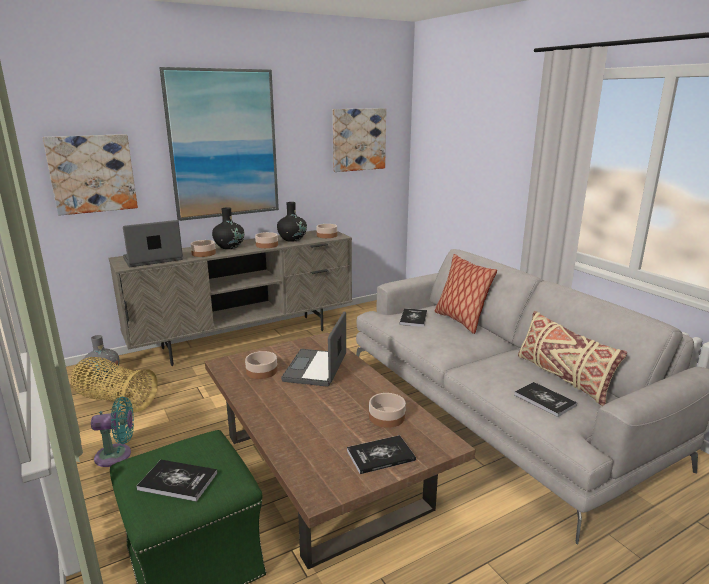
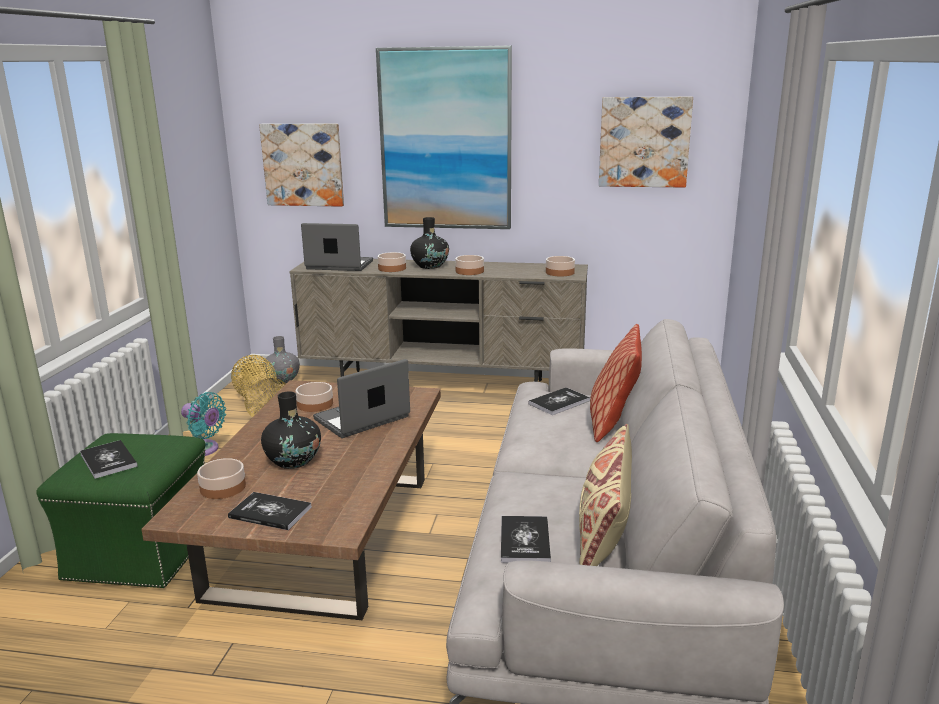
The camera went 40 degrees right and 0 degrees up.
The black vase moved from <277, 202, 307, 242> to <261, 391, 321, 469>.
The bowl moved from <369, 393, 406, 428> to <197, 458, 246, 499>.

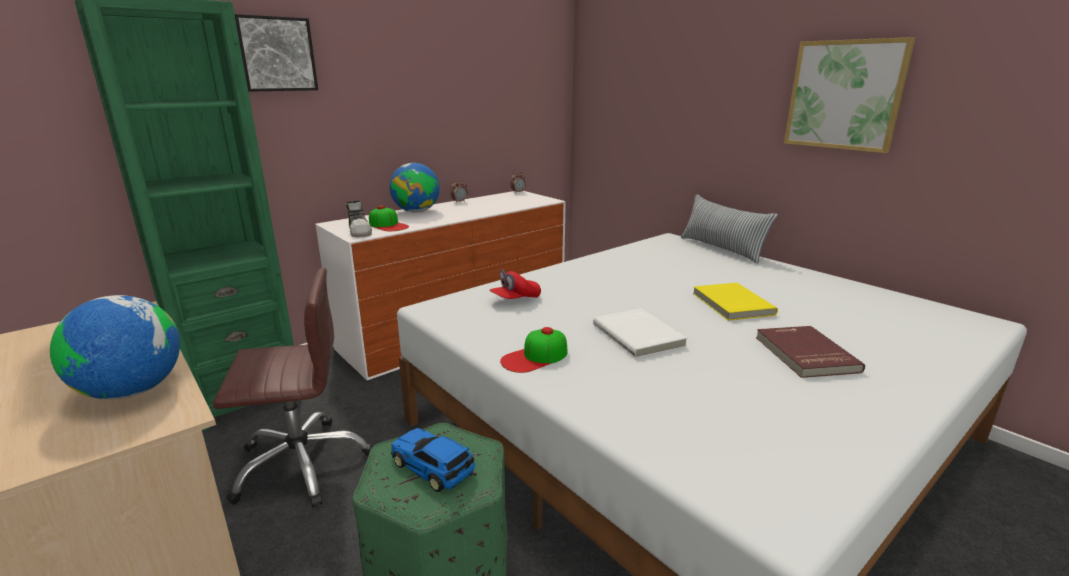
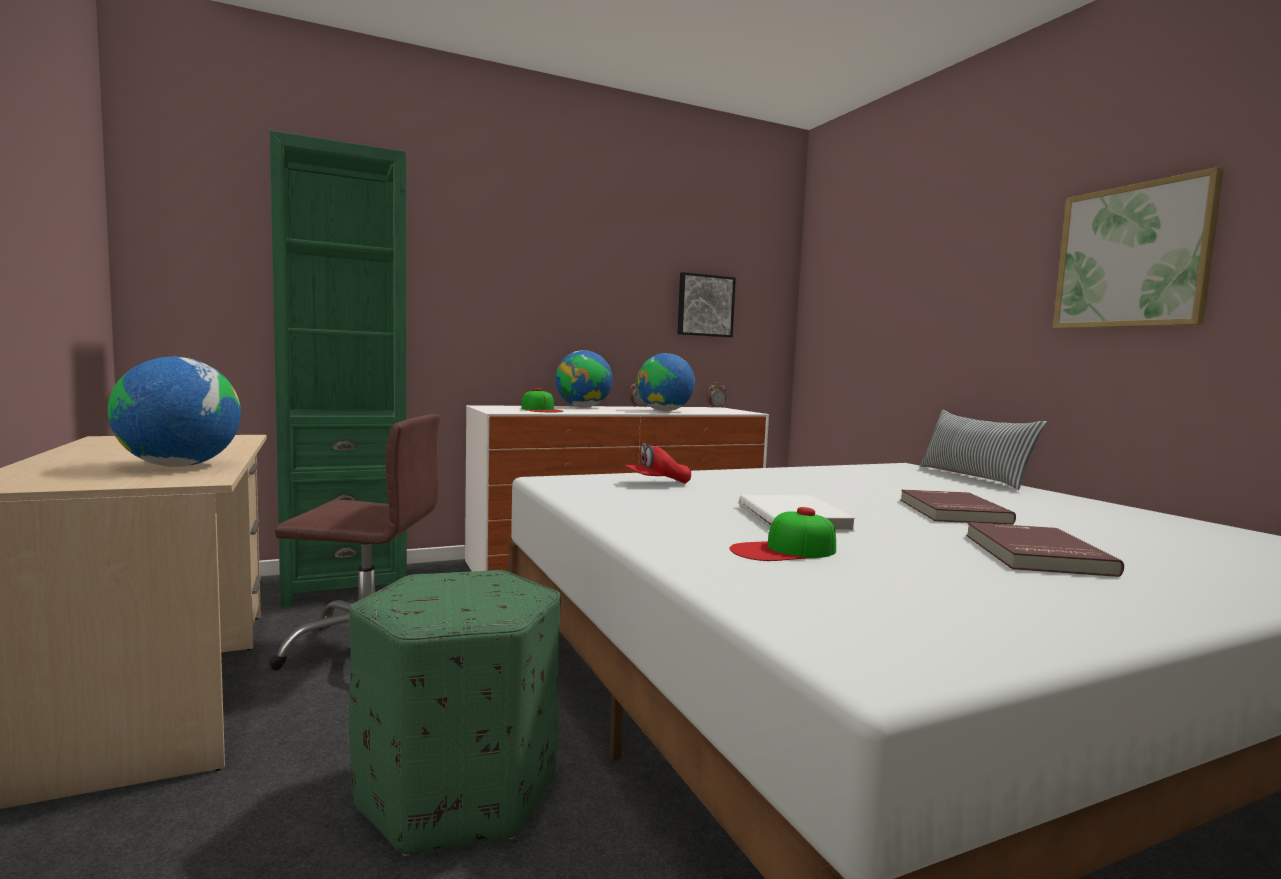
The camera went 15 degrees right and 15 degrees down.
The picture moved from <234, 14, 318, 92> to <677, 272, 736, 337>.
The shoe at <346, 201, 372, 237> disappeared.
The yellow volume at <693, 283, 778, 321> became the red-coloured volume at <900, 489, 1016, 525>.
The peaked cap moved from <500, 327, 568, 373> to <729, 507, 836, 561>.
The toy car at <391, 428, 476, 492> disappeared.
The world globe at <637, 353, 695, 411> appeared.

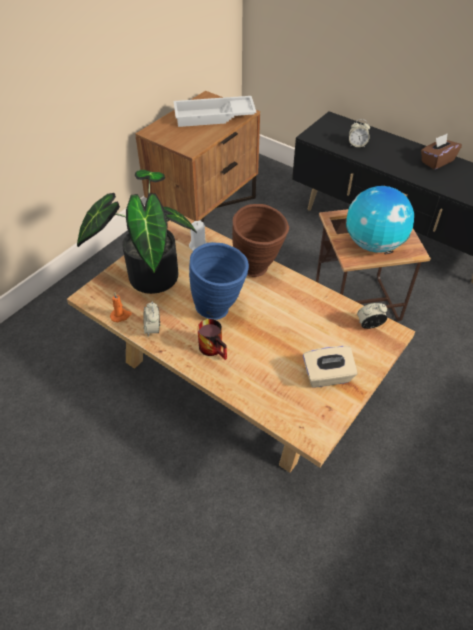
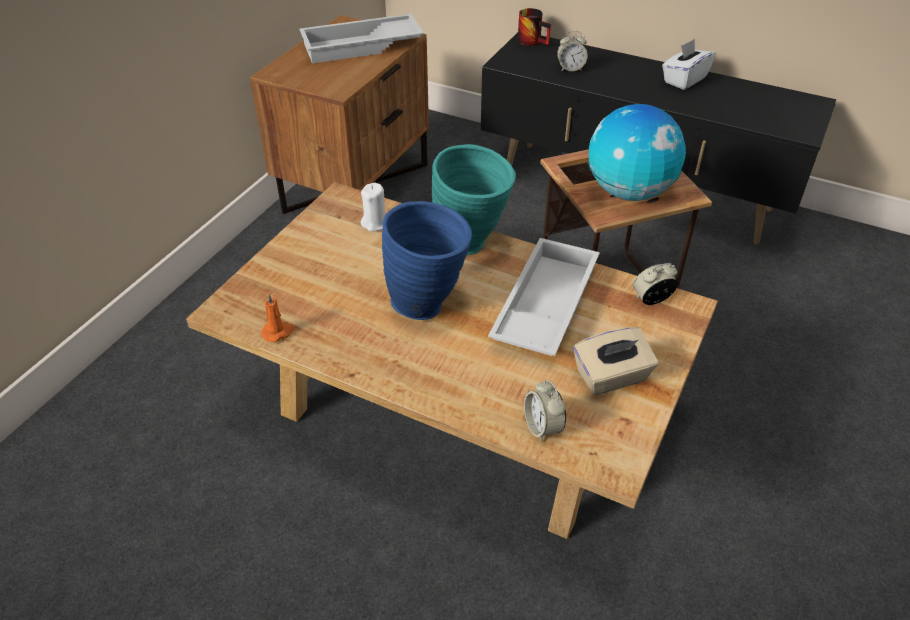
The camera went 10 degrees left and 5 degrees down.
The brownish tissue box at <421, 134, 462, 170> became the white-coloured tissue box at <662, 39, 716, 90>.
The plant in a pot at <77, 170, 197, 294> disappeared.
The brownish vase at <232, 204, 289, 277> became the turquoise vase at <432, 144, 516, 255>.
The alarm clock moved from <144, 302, 160, 337> to <524, 380, 566, 442>.
The coffee mug moved from <197, 319, 227, 360> to <518, 8, 551, 46>.
The white-coloured tray at <488, 238, 600, 356> appeared.

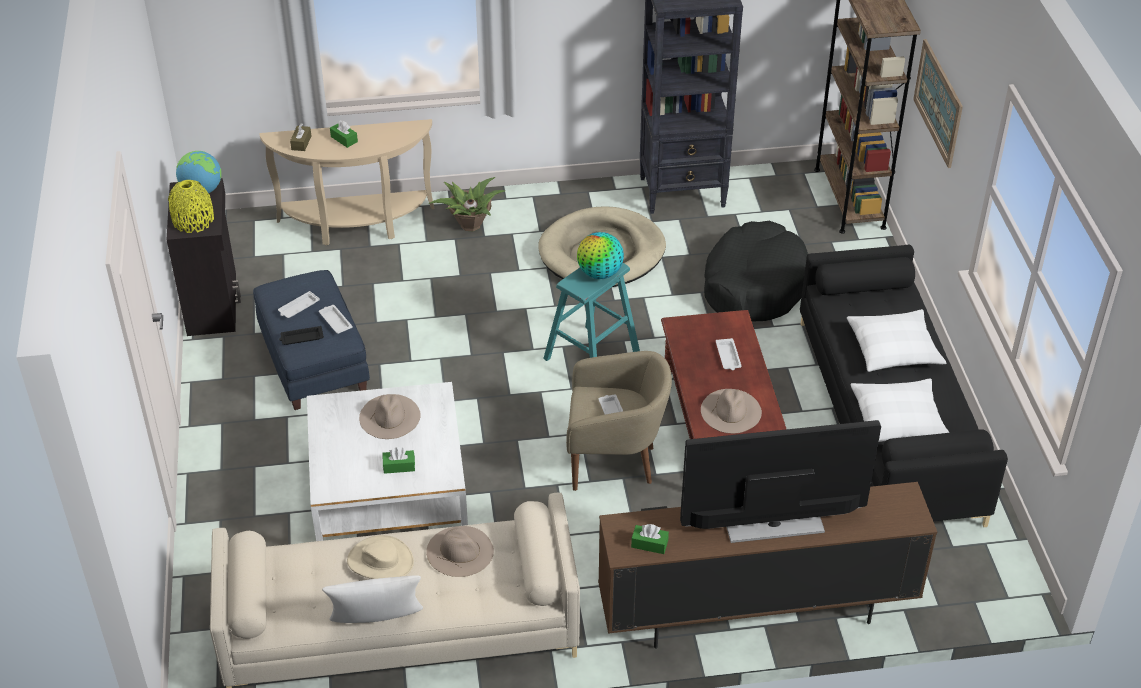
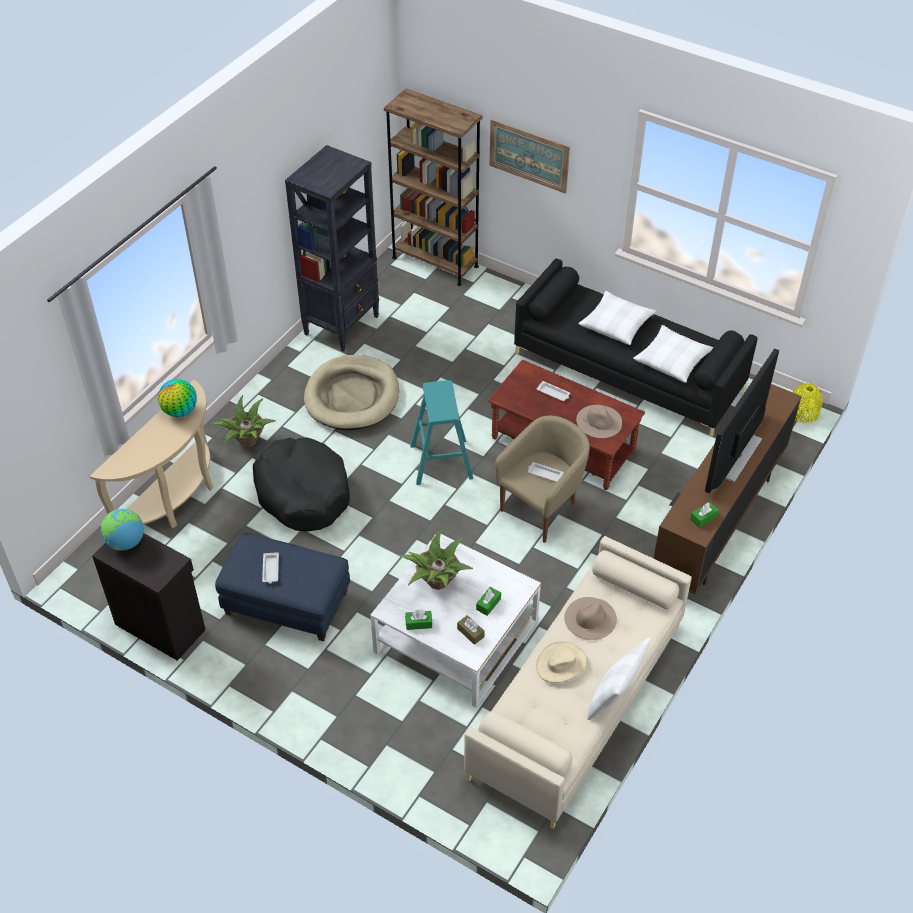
The camera went 50 degrees left and 5 degrees up.
The green tissue box moved from <330, 120, 358, 148> to <405, 609, 432, 630>.
The brownish tissue box moved from <290, 124, 311, 151> to <457, 615, 485, 645>.
The yellow vase moved from <168, 180, 214, 233> to <793, 383, 823, 423>.
The black pet bed moved from <704, 221, 808, 322> to <253, 437, 350, 531>.
The world globe moved from <577, 232, 624, 279> to <158, 379, 197, 417>.
The white-coloured tray at <319, 305, 353, 334> disappeared.
The black tray at <279, 326, 324, 345> disappeared.
The beige-coloured hat at <359, 394, 421, 439> was replaced by the plant in a pot at <399, 528, 473, 590>.

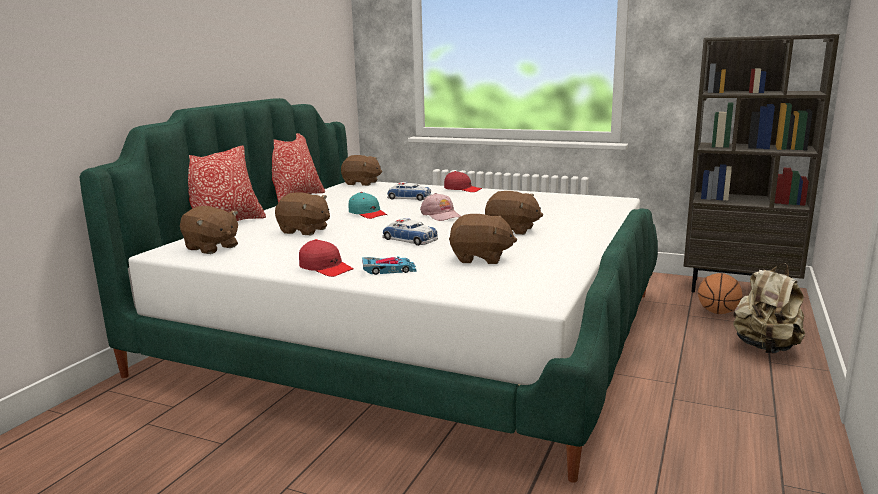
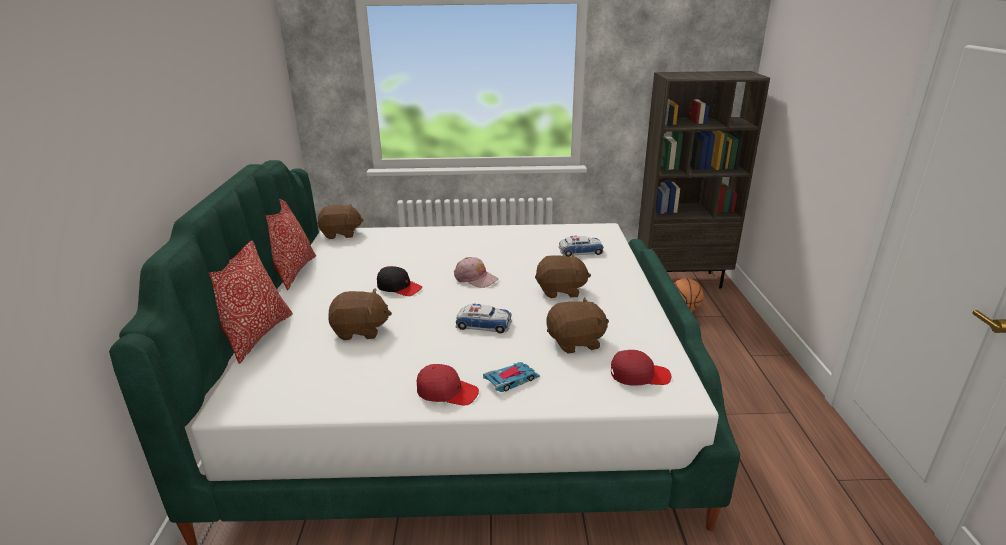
The camera went 25 degrees left and 10 degrees up.
The red-coloured peaked cap moved from <444, 171, 482, 192> to <611, 350, 671, 386>.
The toy car moved from <387, 182, 431, 201> to <559, 235, 604, 257>.
The turquoise peaked cap at <349, 192, 387, 219> became the black peaked cap at <377, 266, 422, 296>.
The brownish plush toy at <180, 206, 238, 254> disappeared.
The beige-coloured rucksack at <733, 263, 805, 353> disappeared.

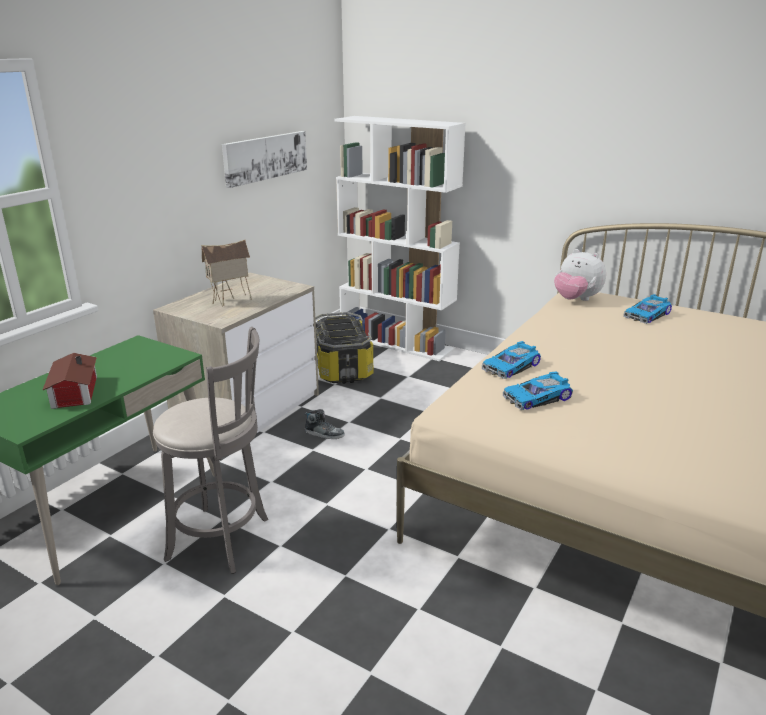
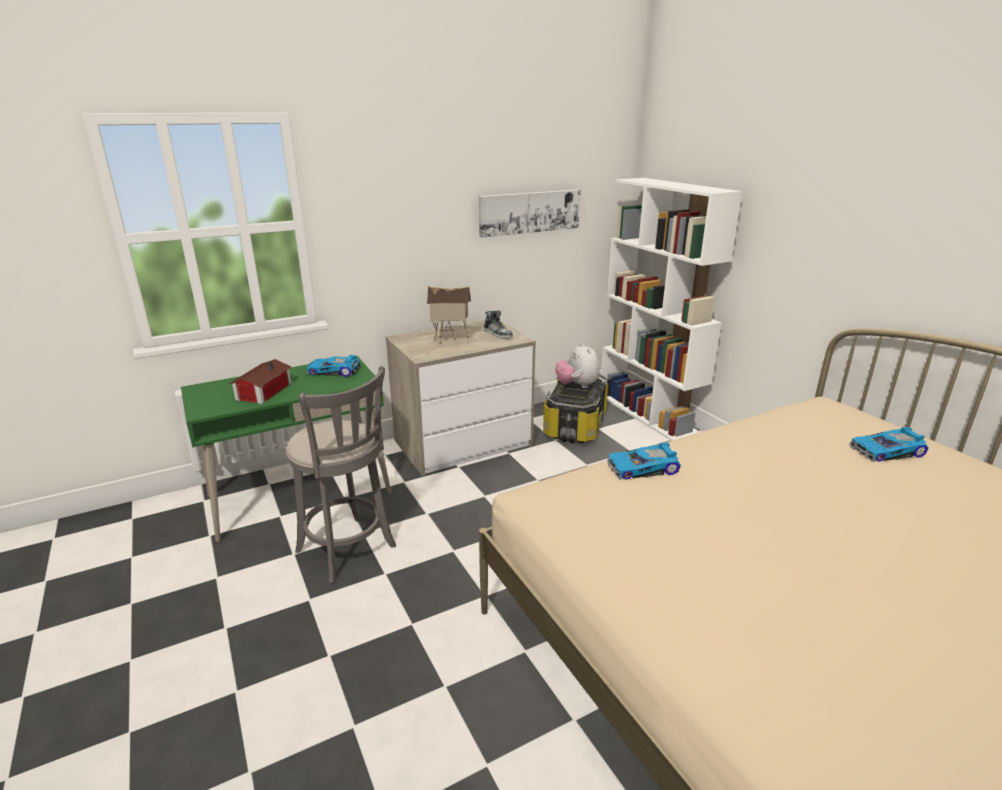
The camera went 30 degrees right and 0 degrees up.
The plush toy moved from <554, 249, 606, 301> to <555, 343, 600, 388>.
The toy car moved from <503, 371, 573, 410> to <307, 355, 360, 377>.
The shoe moved from <304, 409, 344, 439> to <484, 311, 513, 339>.

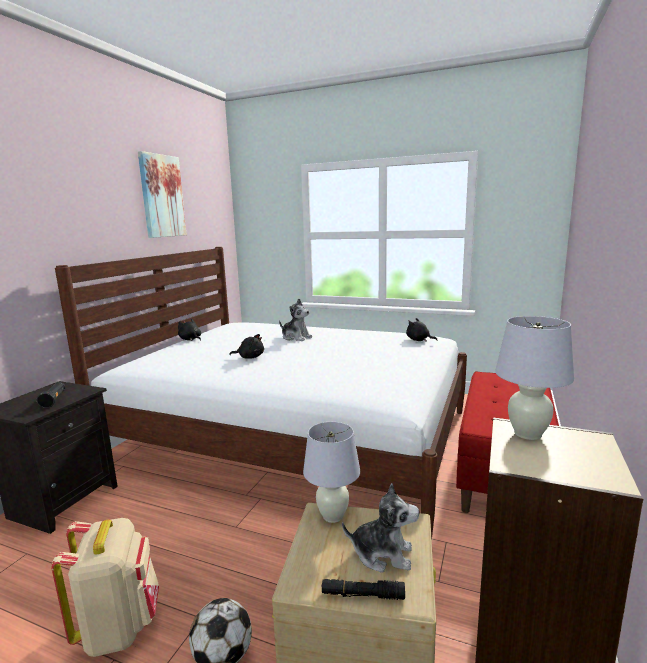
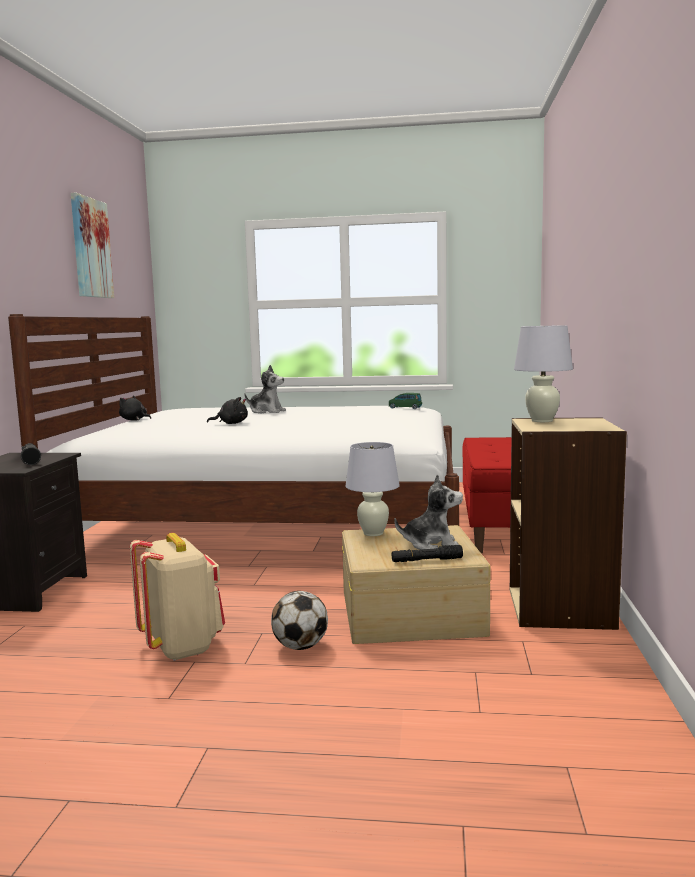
The camera went 15 degrees left and 5 degrees down.
The black plush toy at <406, 318, 438, 342> was replaced by the green toy car at <389, 393, 422, 409>.

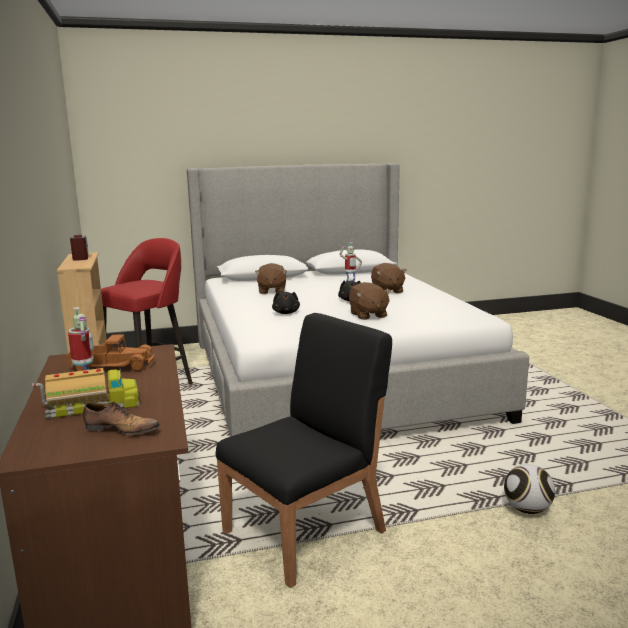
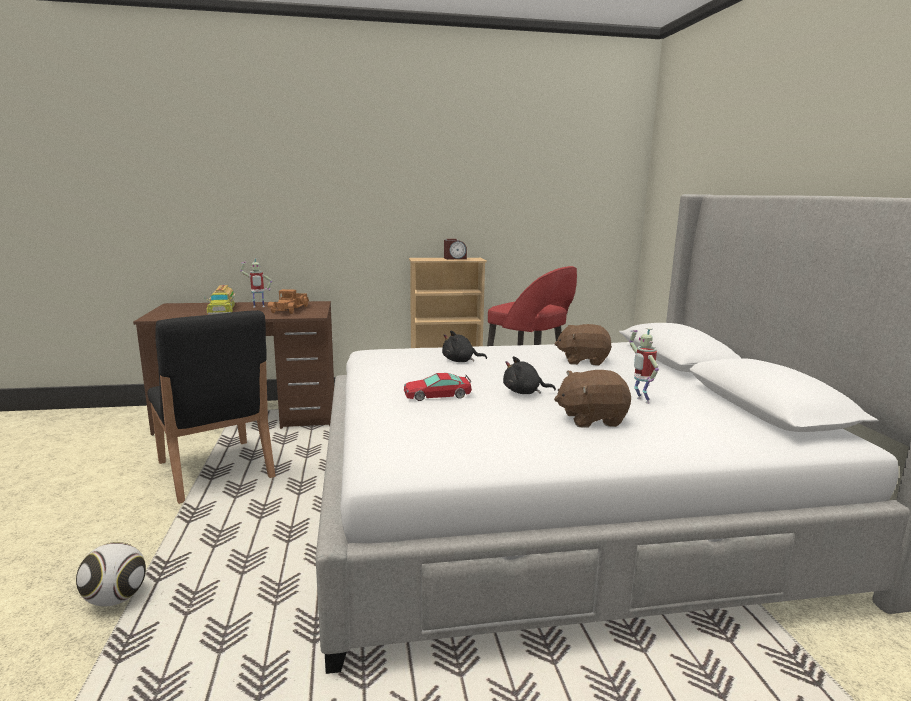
The camera went 95 degrees right and 0 degrees up.
The brownish plush toy at <349, 282, 391, 320> was replaced by the toy car at <404, 373, 472, 401>.
The shoe at <83, 401, 160, 435> disappeared.

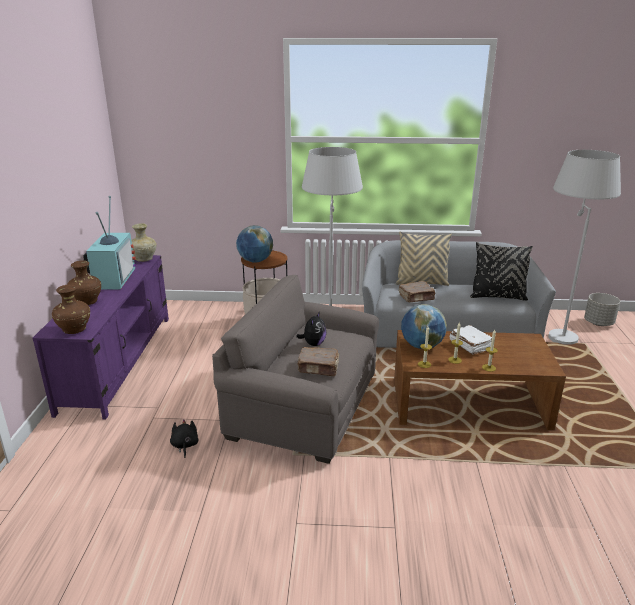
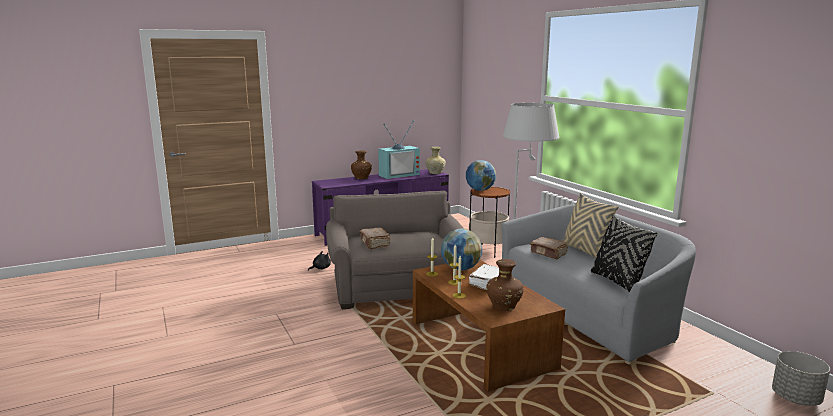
The camera went 60 degrees right and 10 degrees down.
The white-coloured floor lamp at <548, 150, 621, 345> disappeared.
The brownish vase moved from <52, 285, 90, 334> to <486, 259, 524, 311>.
The plush toy at <296, 311, 327, 346> disappeared.

